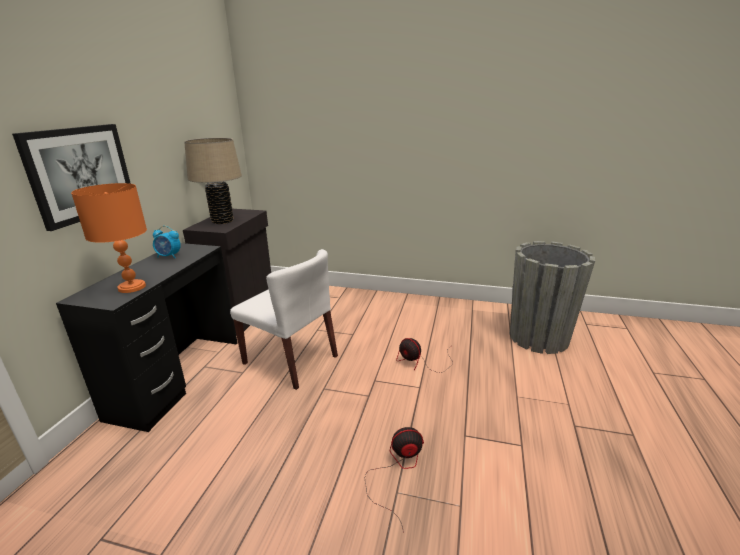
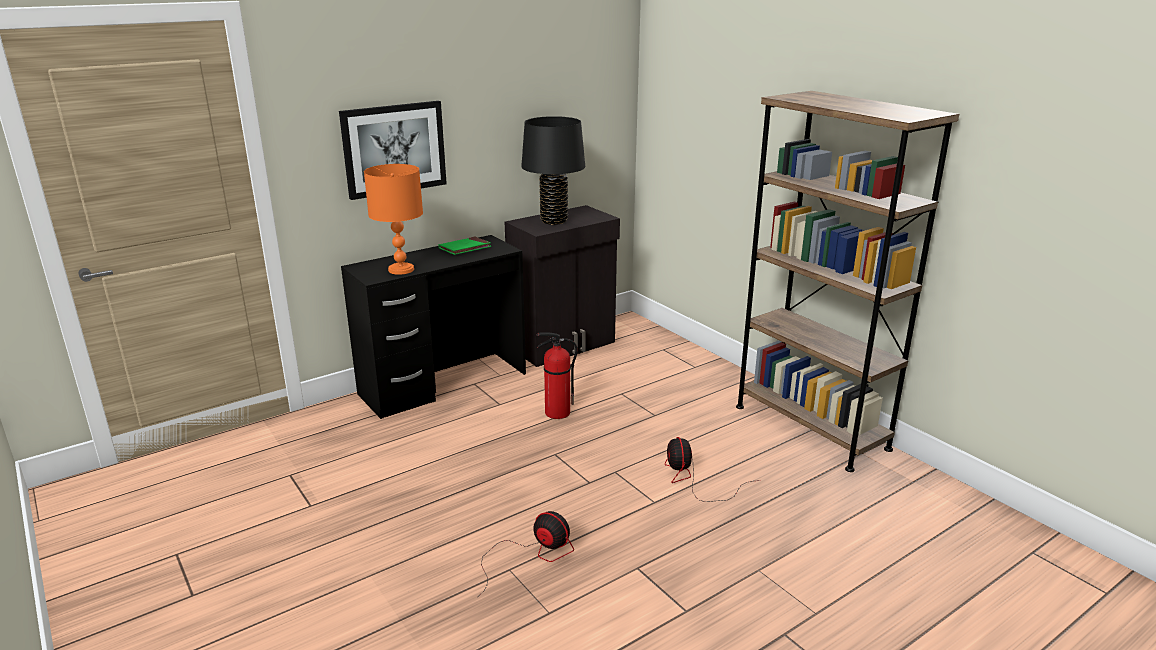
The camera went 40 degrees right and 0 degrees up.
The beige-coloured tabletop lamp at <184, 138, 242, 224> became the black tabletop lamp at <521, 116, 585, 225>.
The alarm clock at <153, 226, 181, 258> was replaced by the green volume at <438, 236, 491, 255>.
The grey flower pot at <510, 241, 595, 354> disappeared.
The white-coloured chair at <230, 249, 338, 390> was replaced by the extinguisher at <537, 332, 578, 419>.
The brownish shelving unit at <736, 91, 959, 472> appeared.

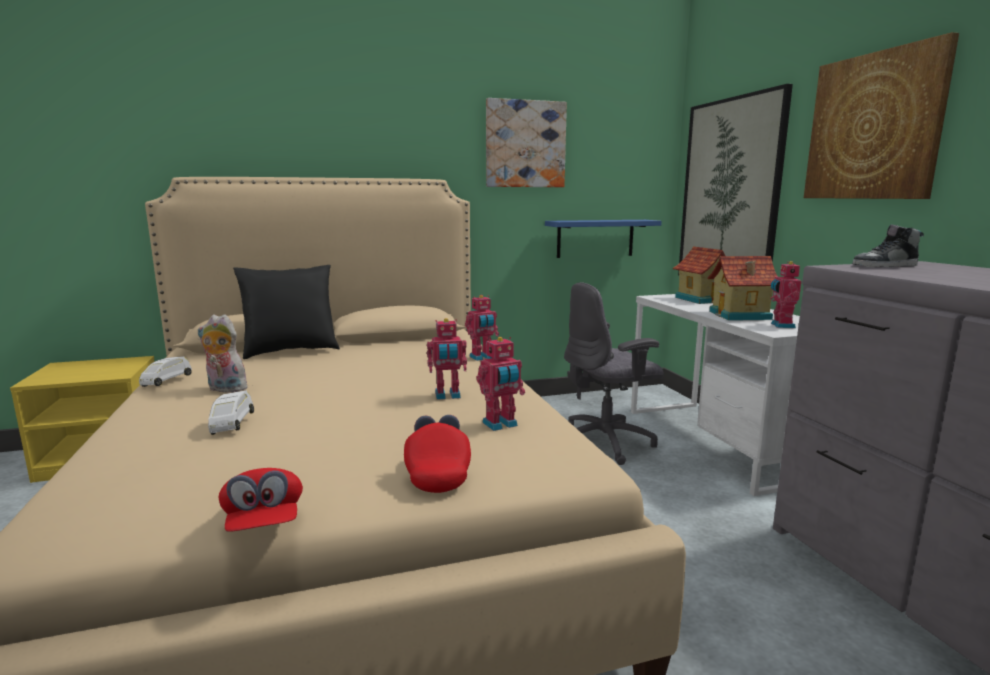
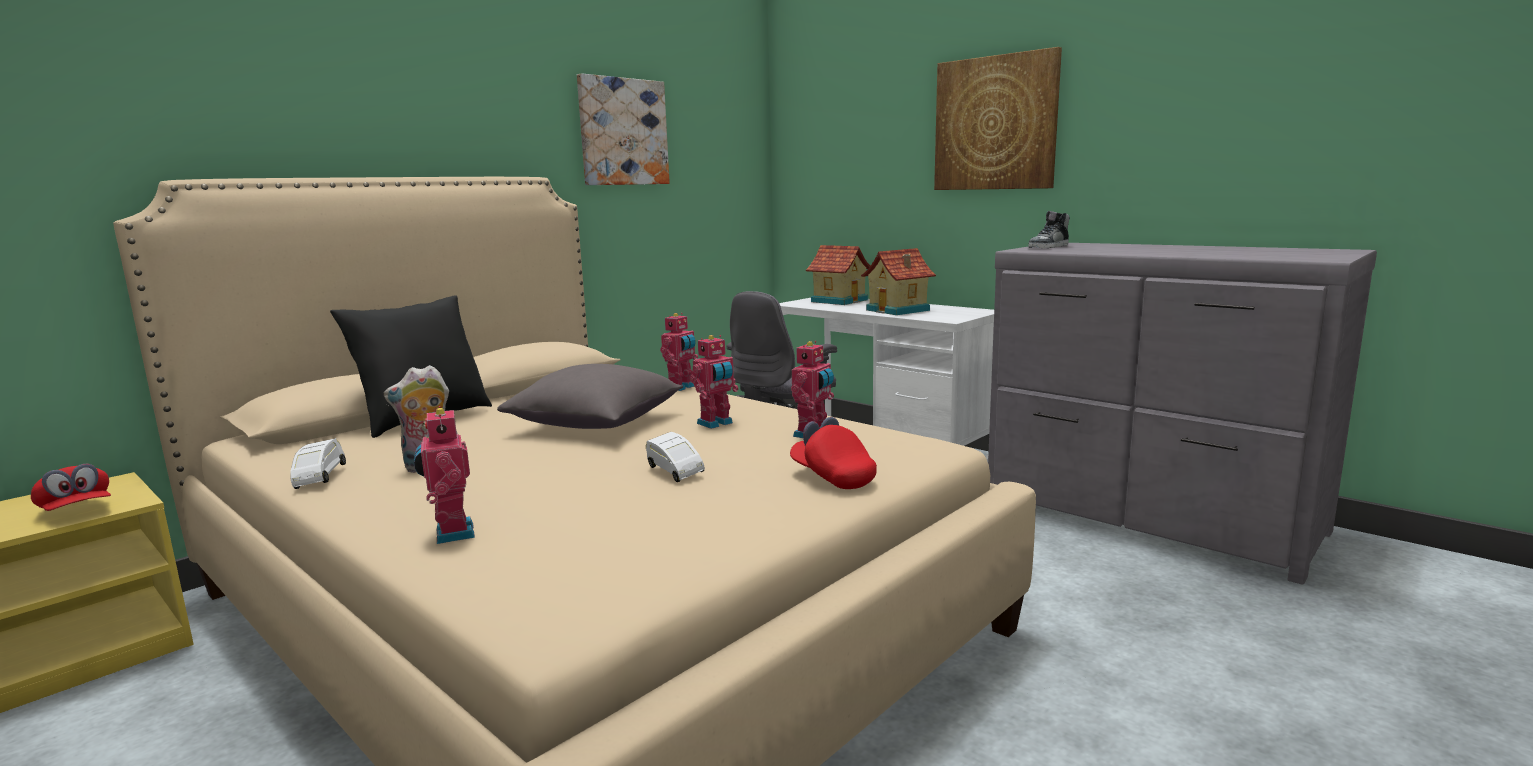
The camera went 30 degrees left and 0 degrees up.
The picture at <678, 84, 793, 275> disappeared.
The bluish bracket shelf at <545, 220, 662, 258> disappeared.
The model robot moved from <771, 261, 801, 328> to <414, 406, 475, 544>.
The white-coloured toy car moved from <208, 390, 254, 435> to <646, 432, 705, 482>.
The red-coloured peaked cap moved from <219, 468, 303, 532> to <31, 464, 111, 511>.
The grey cushion at <497, 364, 683, 429> appeared.

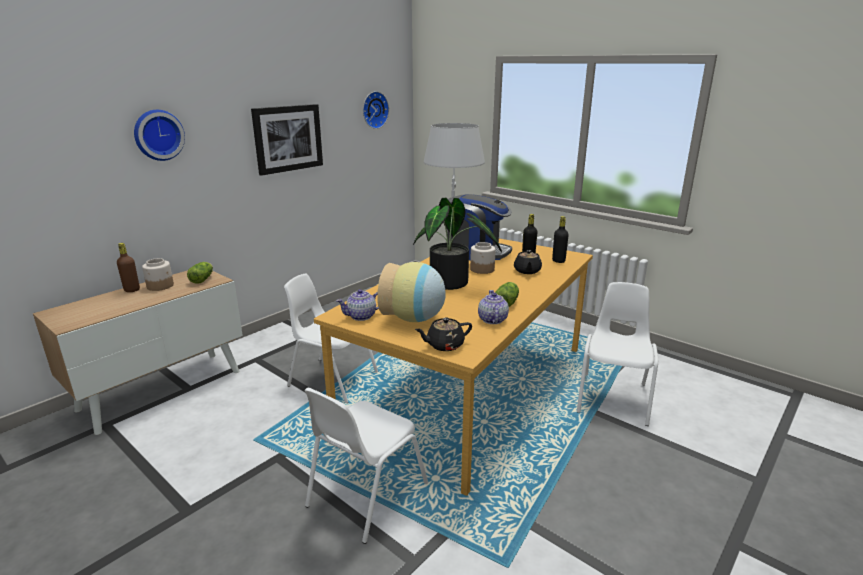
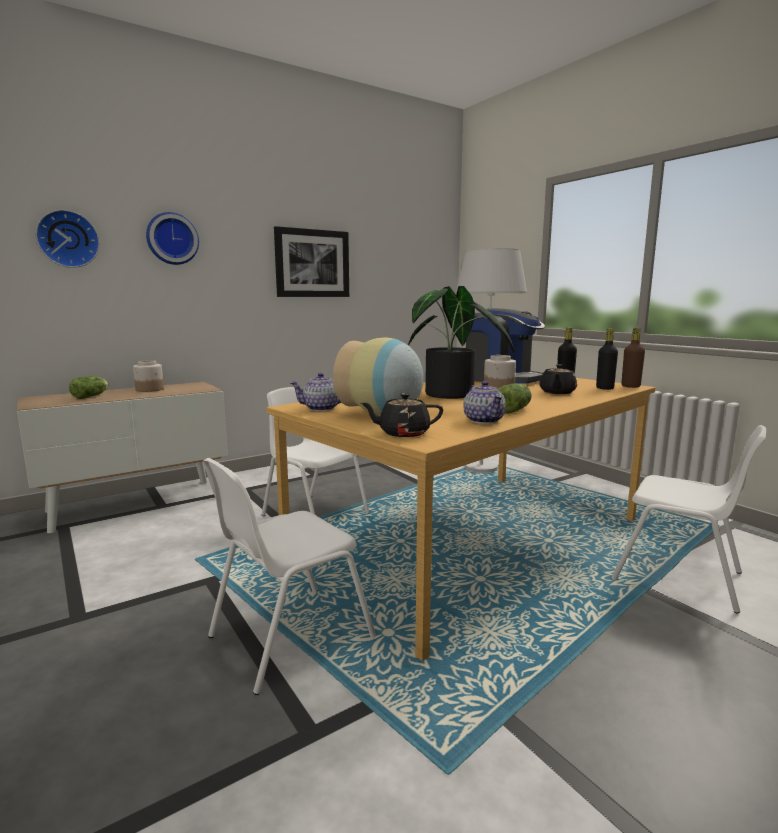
The camera went 15 degrees right and 10 degrees down.
The wall clock moved from <363, 91, 389, 129> to <35, 210, 100, 268>.
The brownish beverage bottle moved from <117, 243, 140, 292> to <621, 328, 645, 388>.
The lettuce moved from <187, 262, 213, 284> to <69, 376, 109, 399>.
The white-coloured chair at <577, 282, 658, 426> turned 90 degrees clockwise.
The pot for tea at <478, 290, 509, 324> turned 150 degrees clockwise.

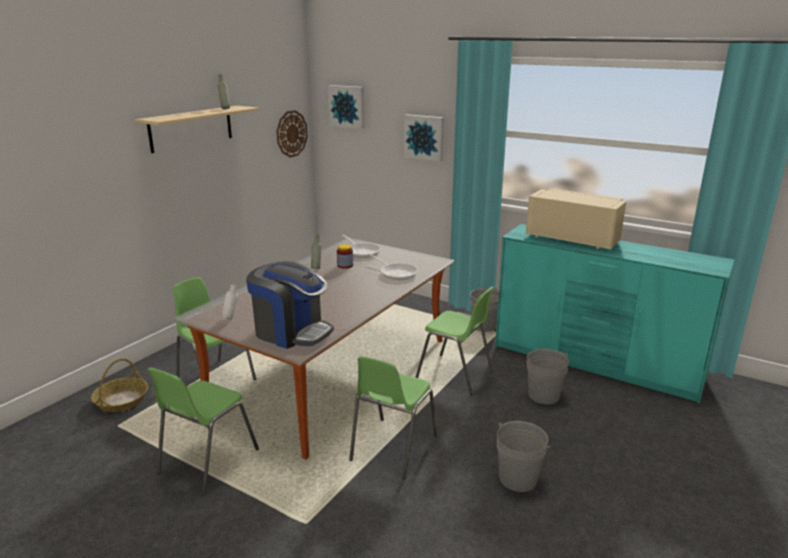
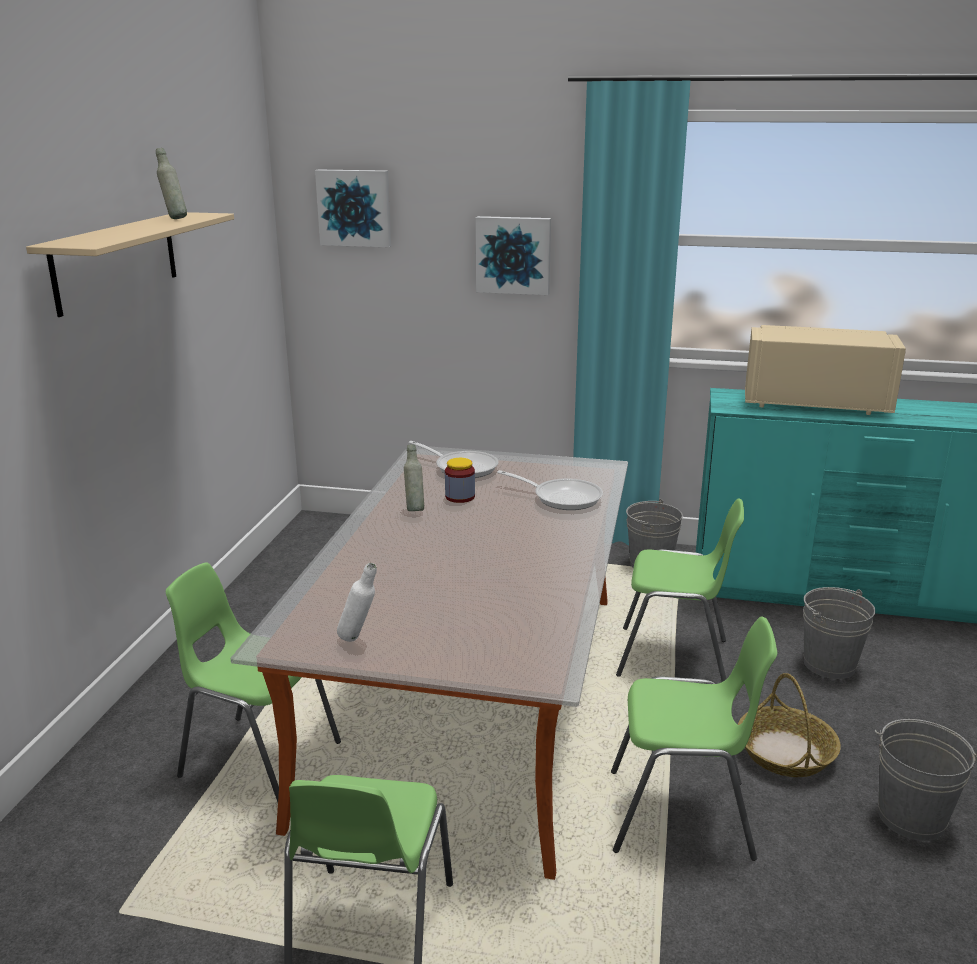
The camera went 20 degrees left and 0 degrees up.
The wall clock at <277, 110, 308, 157> disappeared.
The coffee maker at <246, 261, 334, 349> disappeared.
The green chair at <349, 356, 437, 479> turned 90 degrees counterclockwise.
The basket moved from <91, 358, 148, 412> to <738, 673, 841, 777>.

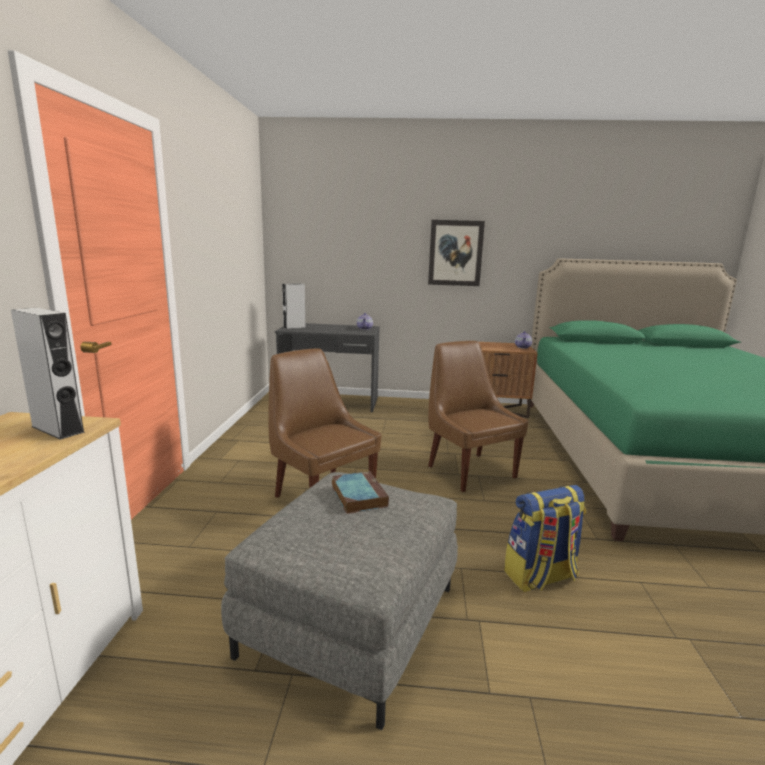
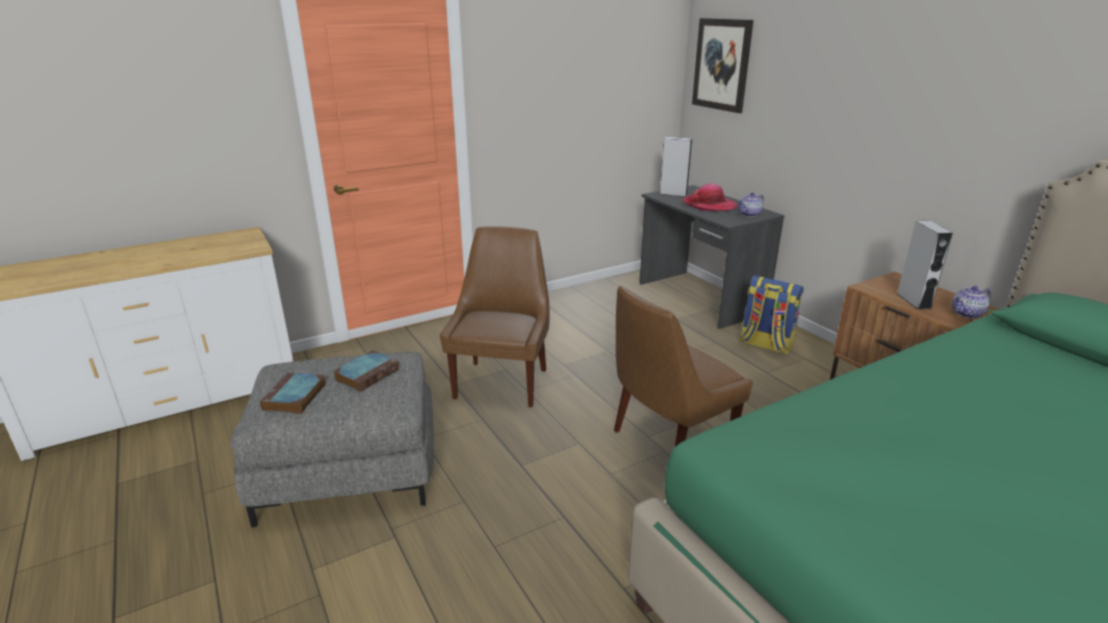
The camera went 55 degrees right and 10 degrees up.
The picture moved from <428, 220, 485, 286> to <692, 18, 754, 113>.
The grey loudspeaker moved from <11, 308, 85, 440> to <897, 221, 953, 310>.
The brownish chair at <428, 341, 529, 492> turned 150 degrees counterclockwise.
The rucksack moved from <504, 485, 586, 592> to <740, 276, 804, 354>.
The hat at <683, 184, 738, 212> appeared.
The volume at <260, 372, 326, 414> appeared.

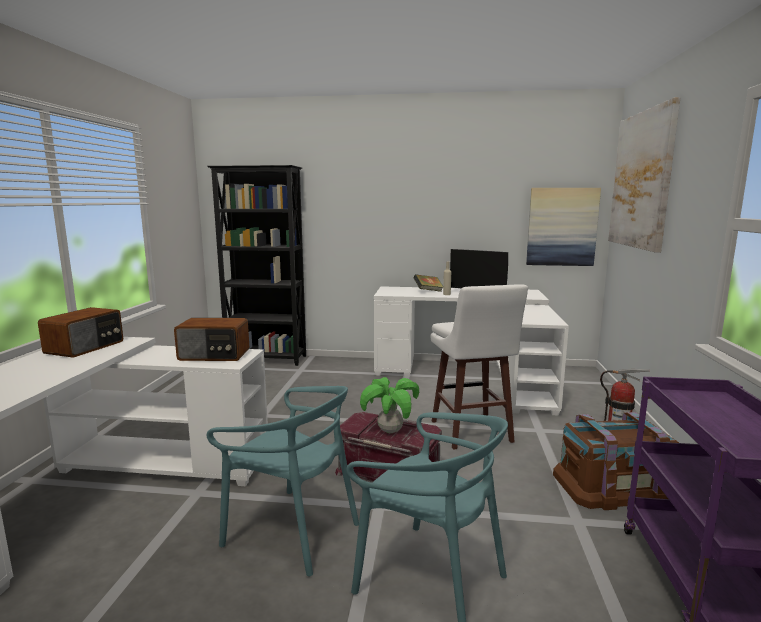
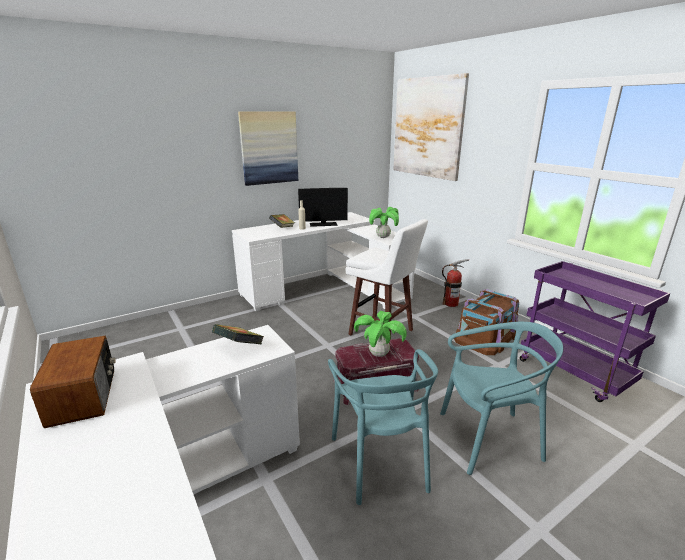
The camera went 40 degrees left and 10 degrees up.
The black shelving unit at <207, 165, 306, 366> disappeared.
The picture moved from <526, 188, 601, 266> to <238, 112, 298, 186>.
The radio set at <174, 318, 249, 361> was replaced by the volume at <212, 324, 264, 344>.
The turquoise chair at <207, 386, 359, 576> turned 90 degrees clockwise.
The plant in a pot at <369, 207, 399, 238> appeared.

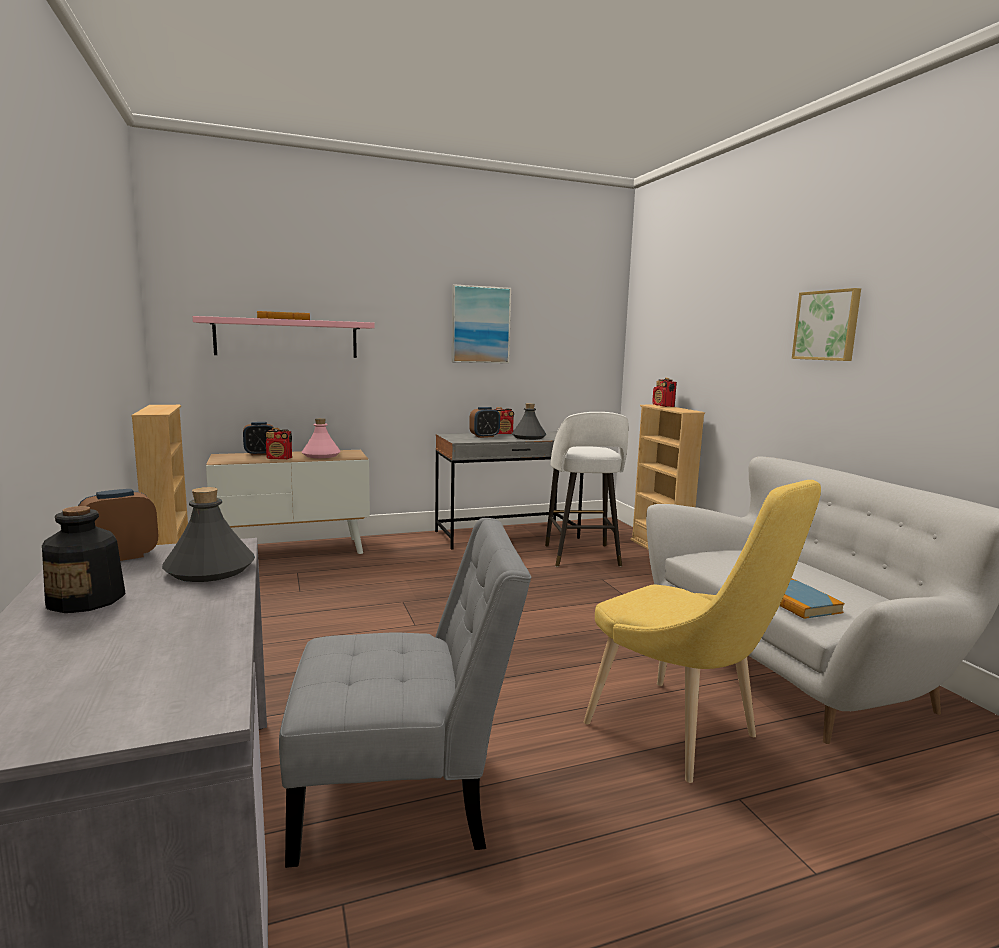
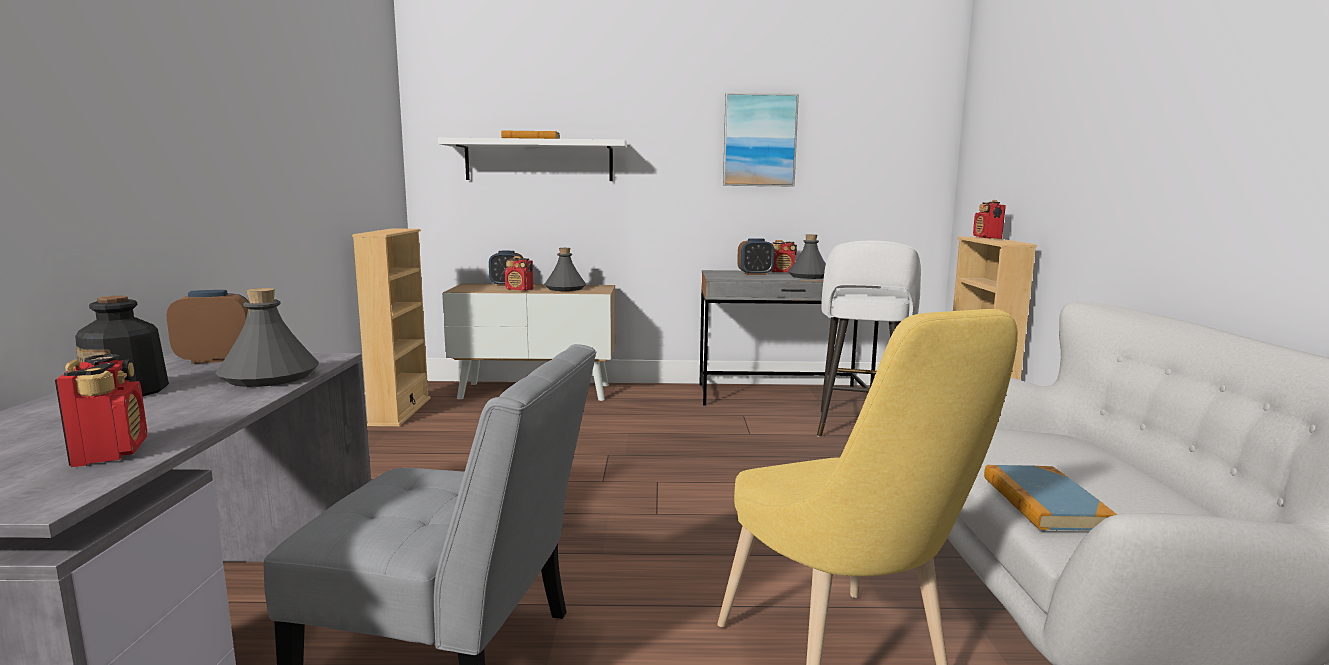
The camera went 20 degrees right and 0 degrees up.
The picture at <792, 288, 861, 361> disappeared.
The pink bracket shelf at <193, 316, 375, 358> became the white-coloured bracket shelf at <438, 138, 627, 181>.
The pink beverage bottle at <302, 418, 341, 458> became the grey beverage bottle at <544, 248, 586, 291>.
The radio set at <55, 354, 147, 467> appeared.

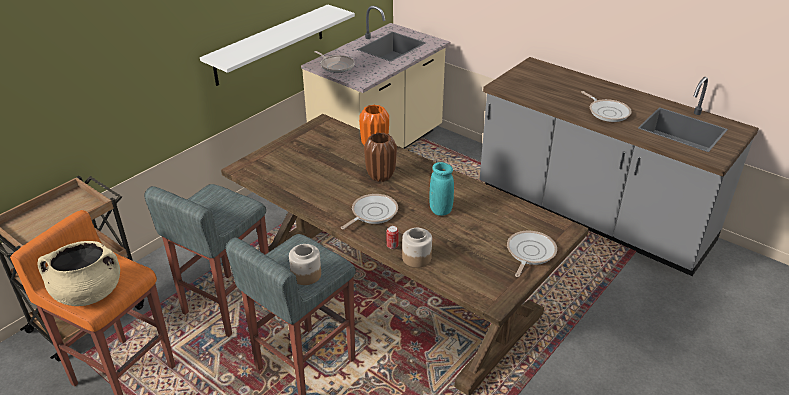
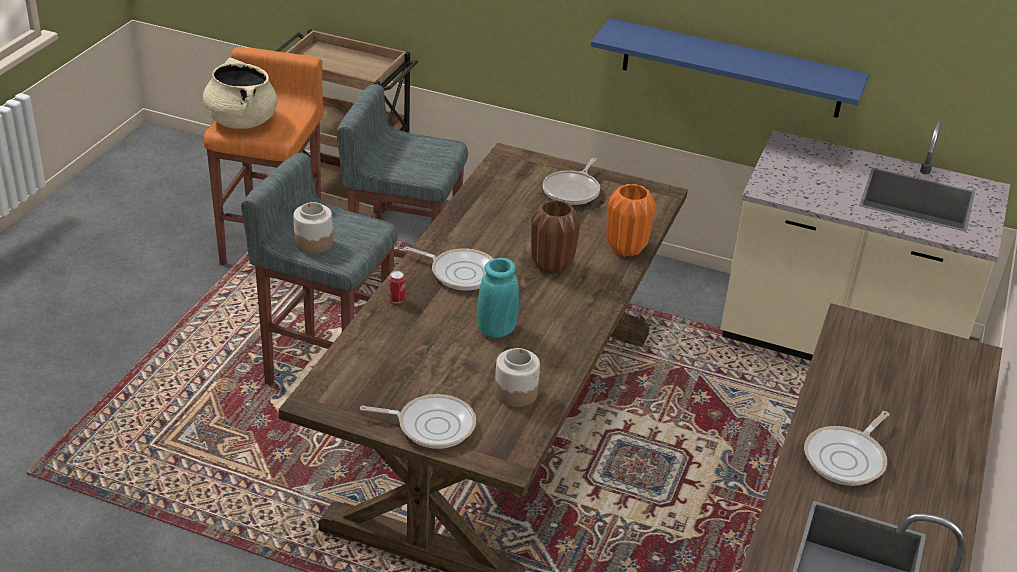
The camera went 70 degrees right and 0 degrees up.
The white-coloured bracket shelf at <200, 5, 355, 86> became the bluish bracket shelf at <591, 18, 869, 118>.
The skillet moved from <315, 51, 355, 73> to <543, 158, 600, 205>.
The jar moved from <402, 228, 432, 268> to <495, 348, 540, 407>.

